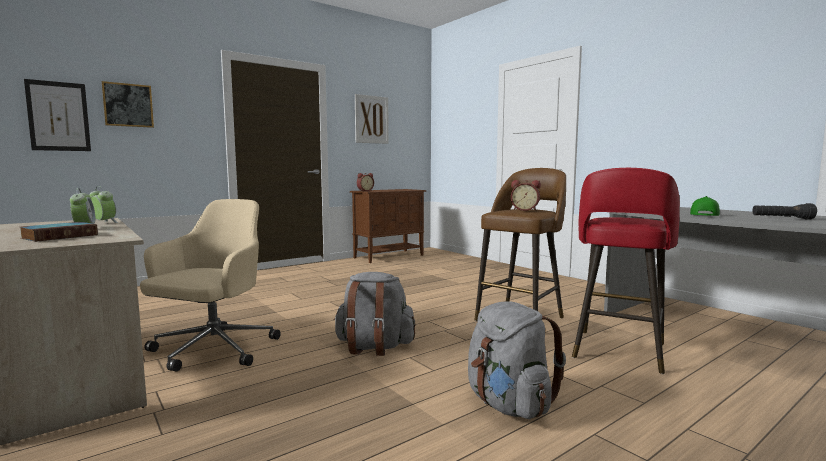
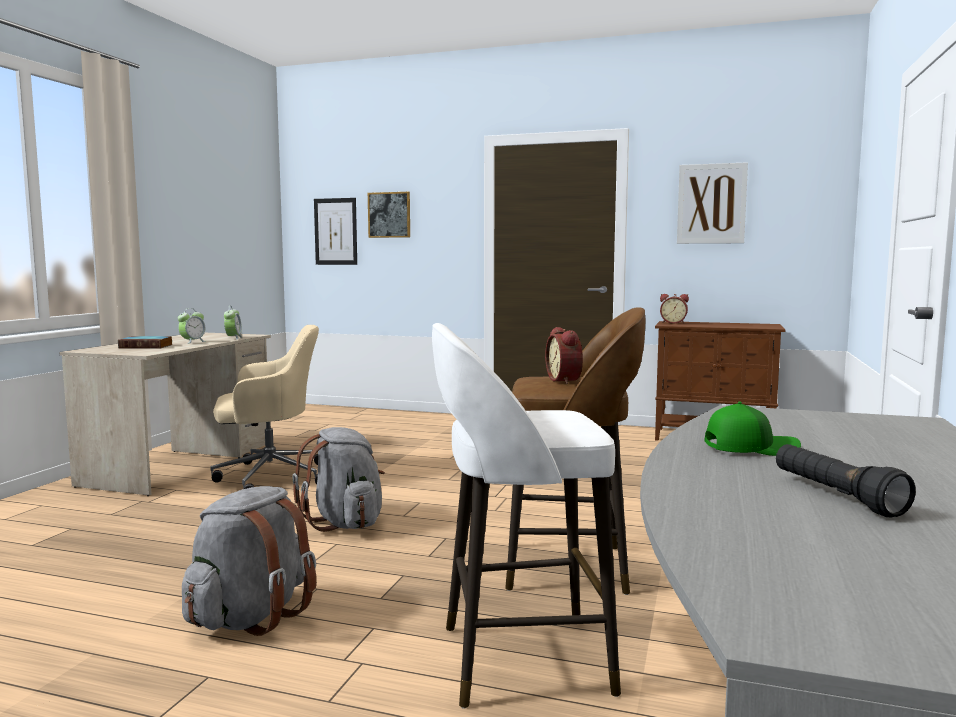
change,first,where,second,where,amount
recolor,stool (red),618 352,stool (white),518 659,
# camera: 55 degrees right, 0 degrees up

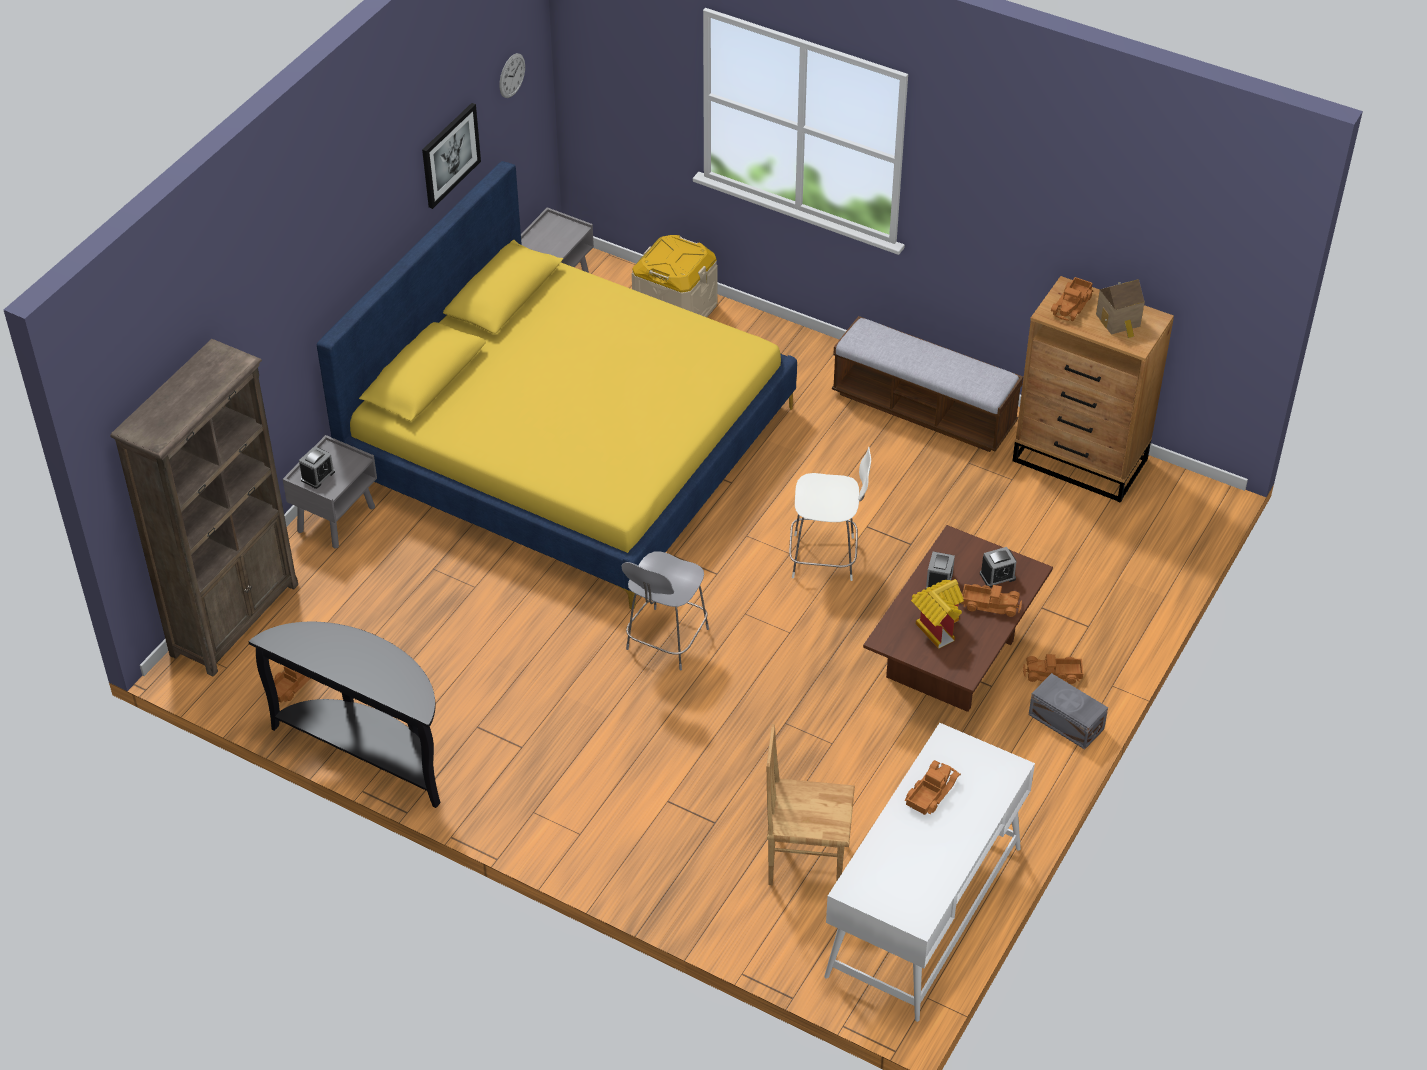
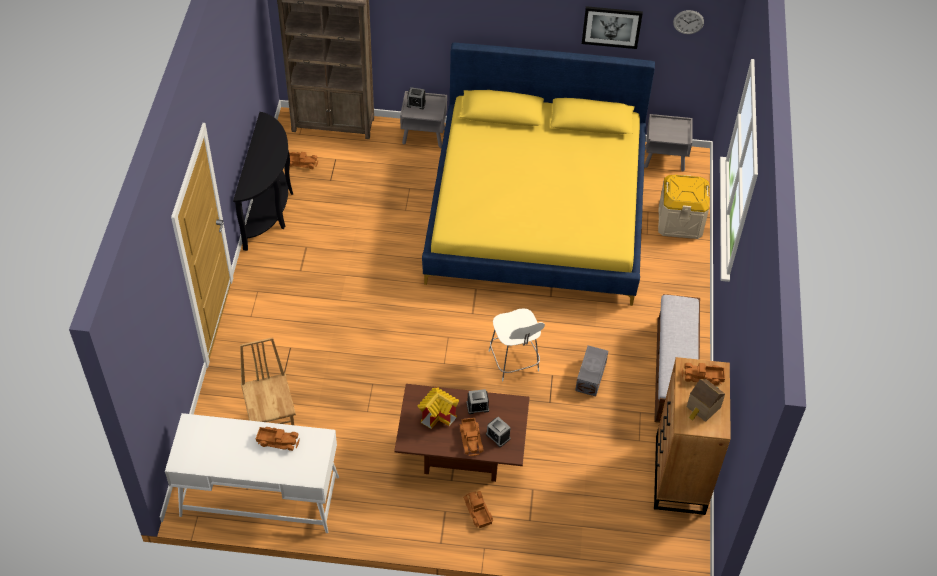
change,first,where,second,where,amount
delete,stool (grey),666 641,,,
move,storage box (grey),1066 723,,590 377,
# camera: 65 degrees right, 5 degrees up

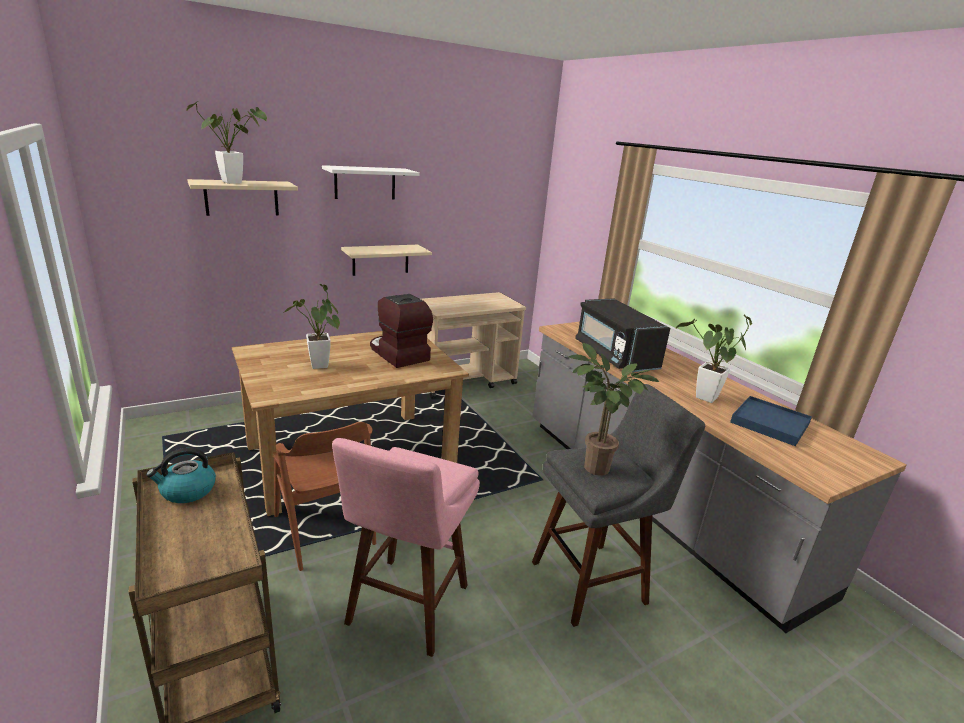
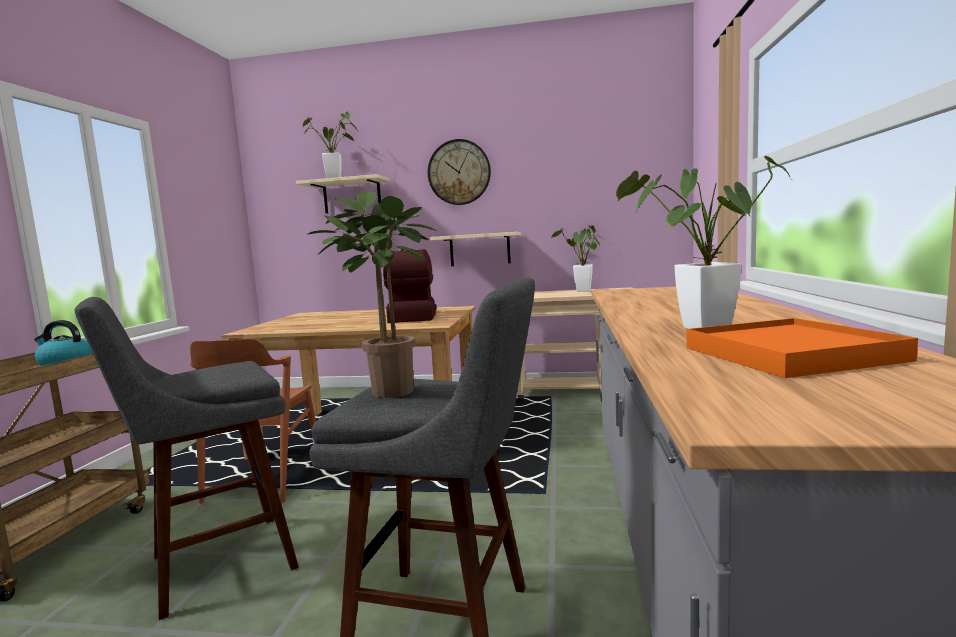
change,first,where,second,where,amount
delete,microwave (black),614 355,,,
move,potted plant,319 367,,582 291,
replace,shelf (white),365 183,wall clock,459 172,
recolor,stool (pink),405 609,stool (grey),214 565,
recolor,tray (blue),770 423,tray (orange),789 354,
# camera: 40 degrees right, 15 degrees down

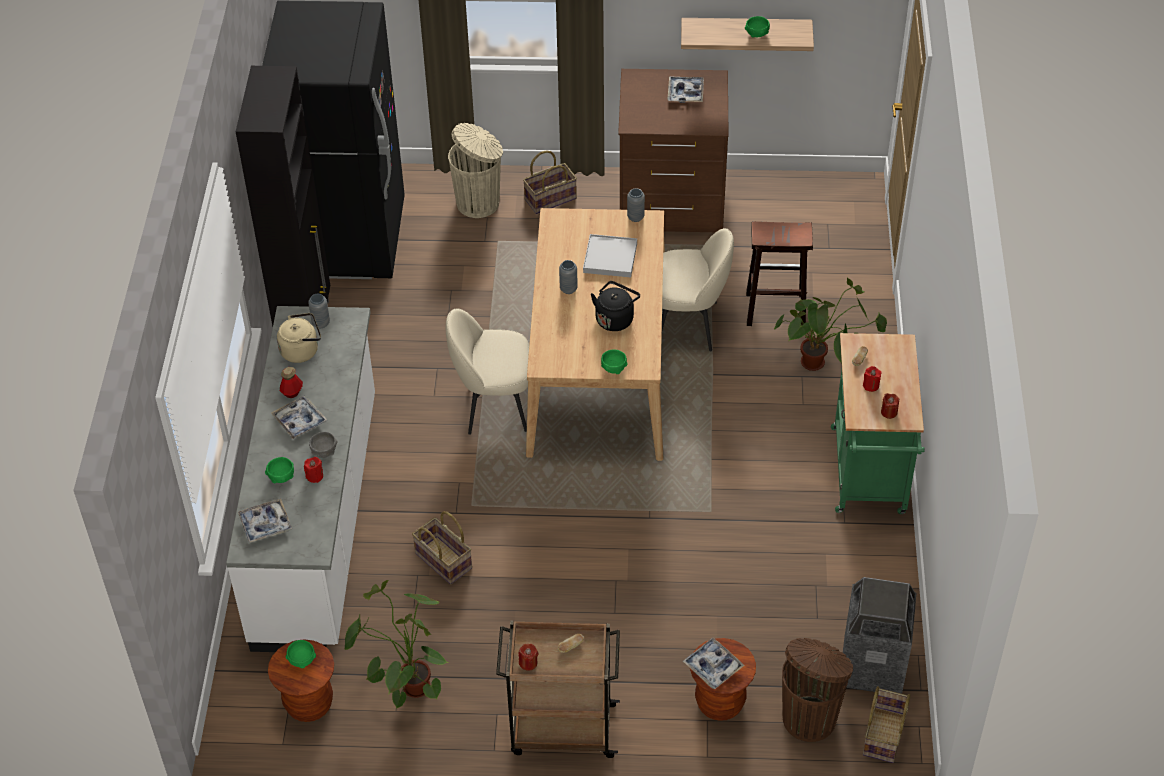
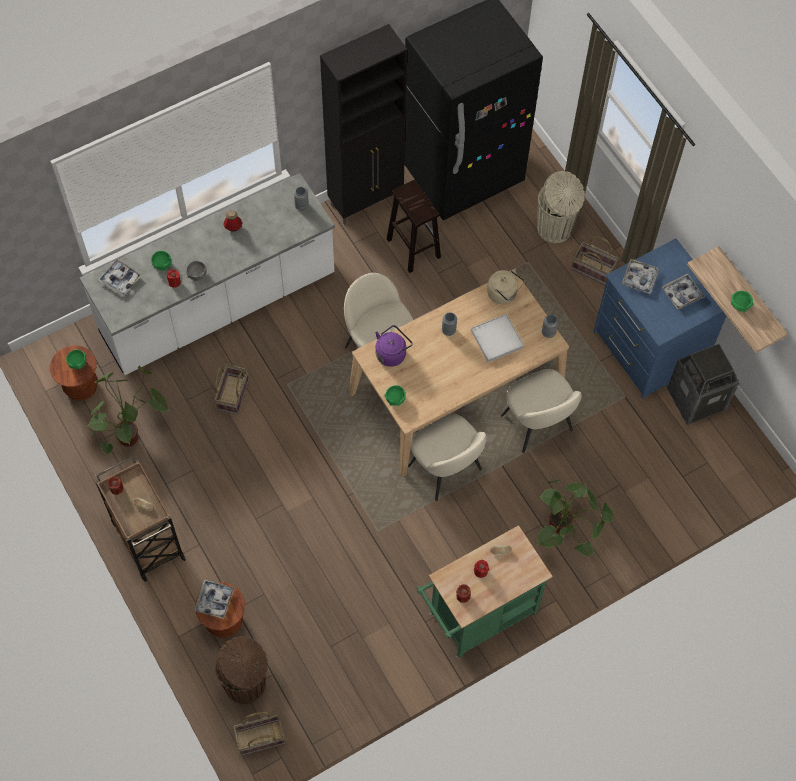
change,first,where,second,where,amount
delete,kettle (black),615 318,,,
insert,,,kettle (purple),392 353,
insert,,,chair (beige),446 469,
move,tray,299 421,,639 278,
move,kettle (beige),302 350,,503 294,
move,stool (brown),774 310,,412 247,
move,trash can,872 666,,696 399,
recolor,dresser (brown),671 203,dresser (blue),648 348,
# camera: 55 degrees right, 15 degrees up

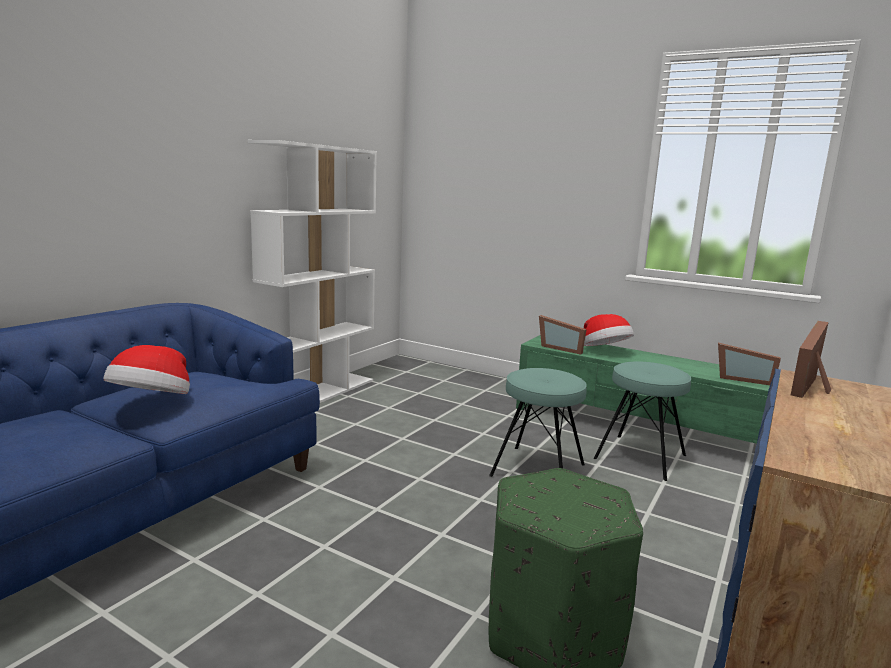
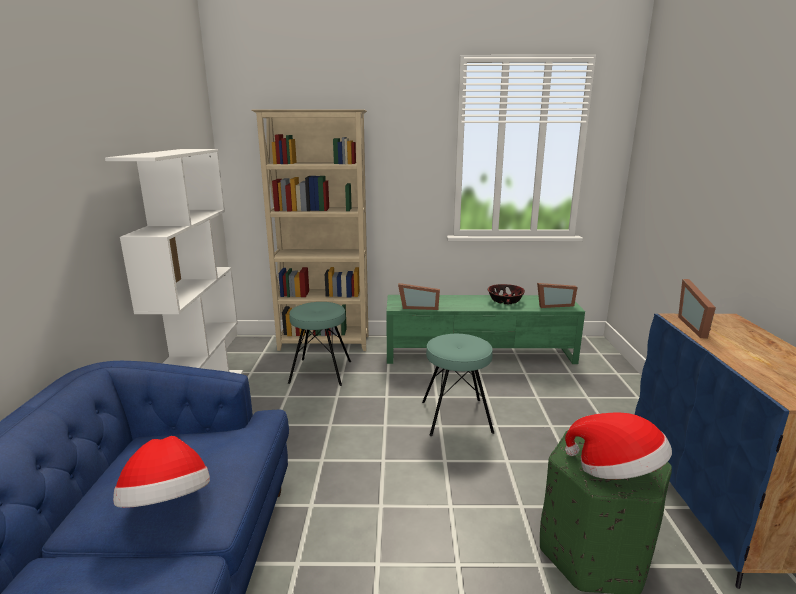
change,first,where,second,where,amount
insert,,,bookcase (beige),325 343,
insert,,,bowl,505 301,
move,hat,604 350,,615 471,
move,stool (turquoise),640 457,,320 372,
# camera: 30 degrees left, 5 degrees up

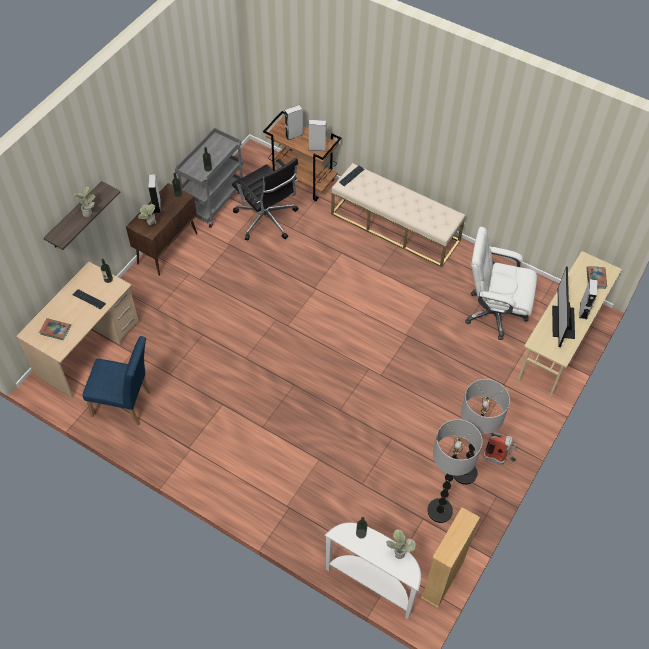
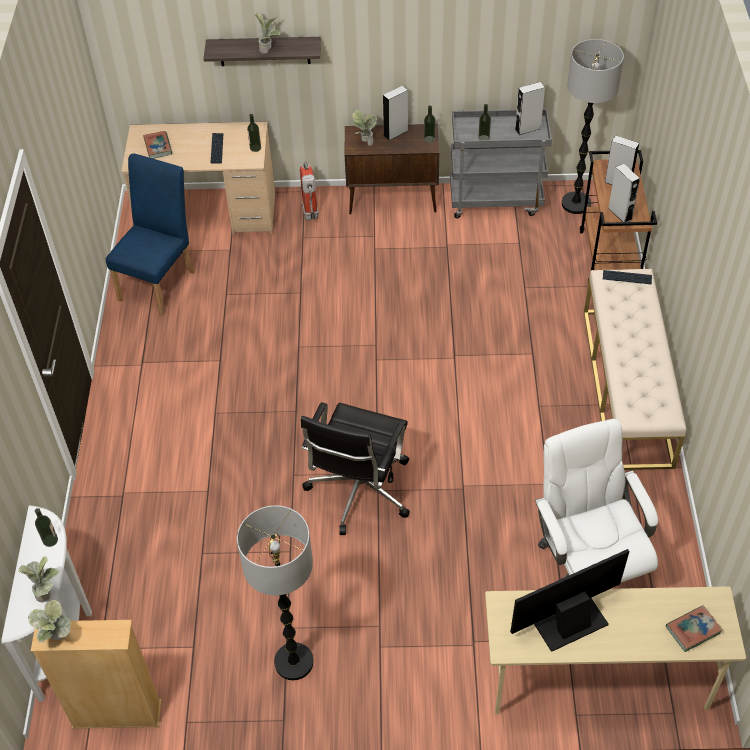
change,first,where,second,where,amount
insert,,,potted plant,57 639,
move,office chair (black),267 220,,358 492,
move,floor lamp,439 511,,575 204,
move,fire extinguisher,498 459,,311 216,
move,speaker (grey),583 310,,527 129,
rotate,chair (blue),126 405,,160 281,135 degrees counterclockwise
# camera: 60 degrees right, 5 degrees down

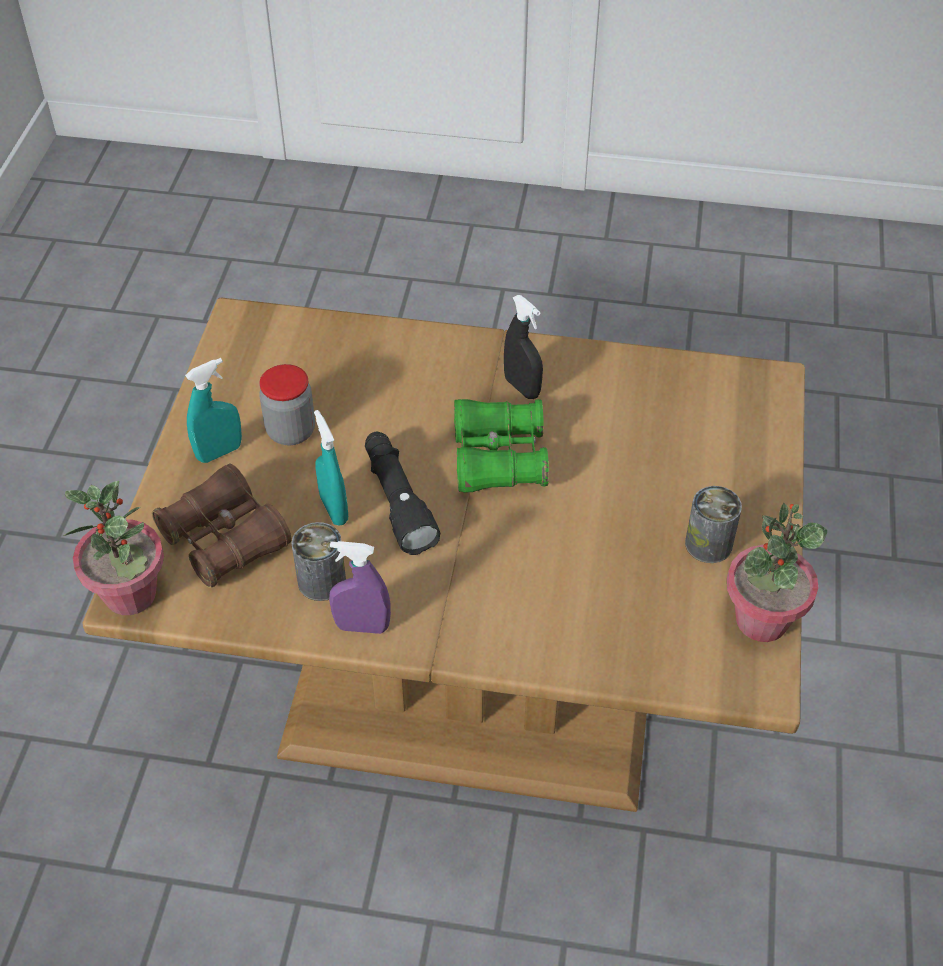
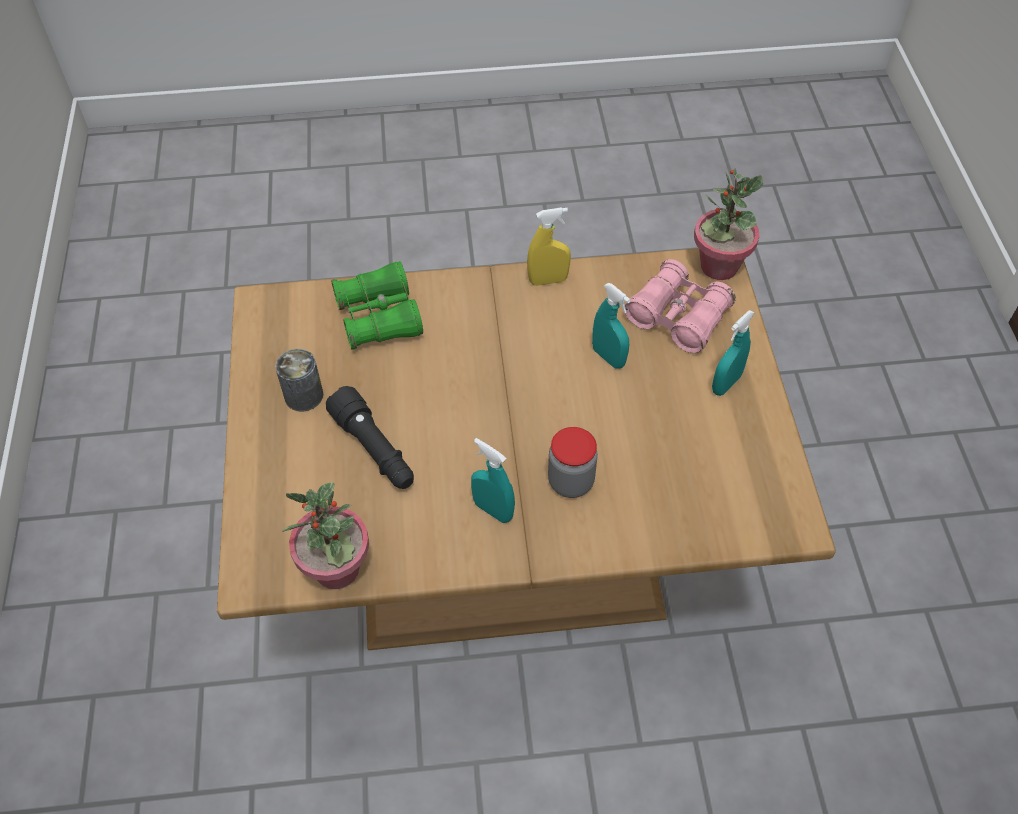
change,first,where,second,where,amount
delete,can,321 581,,,
move,jar,291 431,,571 482,
move,flashlight (black),397 501,,374 449,
move,binoculars (green),498 458,,379 317,
move,potted plant,761 620,,337 569,
recolor,binoculars (brown),224 539,binoculars (pink),678 317,
recolor,spray bottle (purple),362 626,spray bottle (yellow),548 280,
recolor,spray bottle (black),522 387,spray bottle (turquoise),493 510,
# camera: 165 degrees right, 5 degrees up

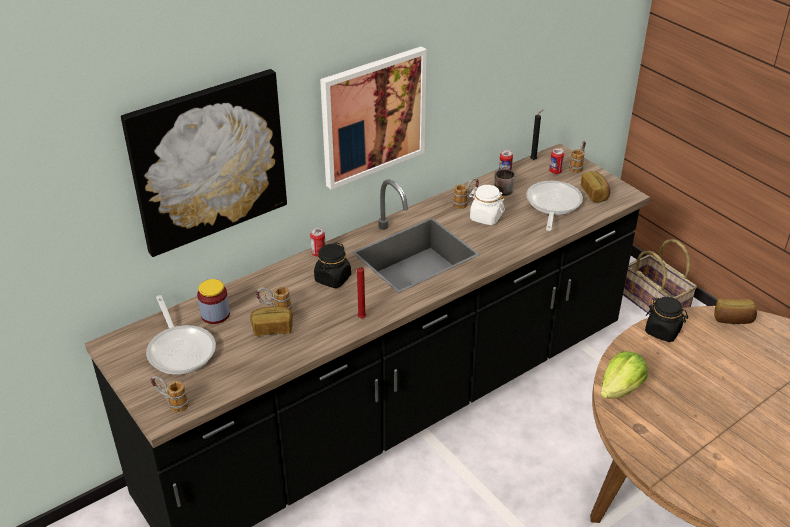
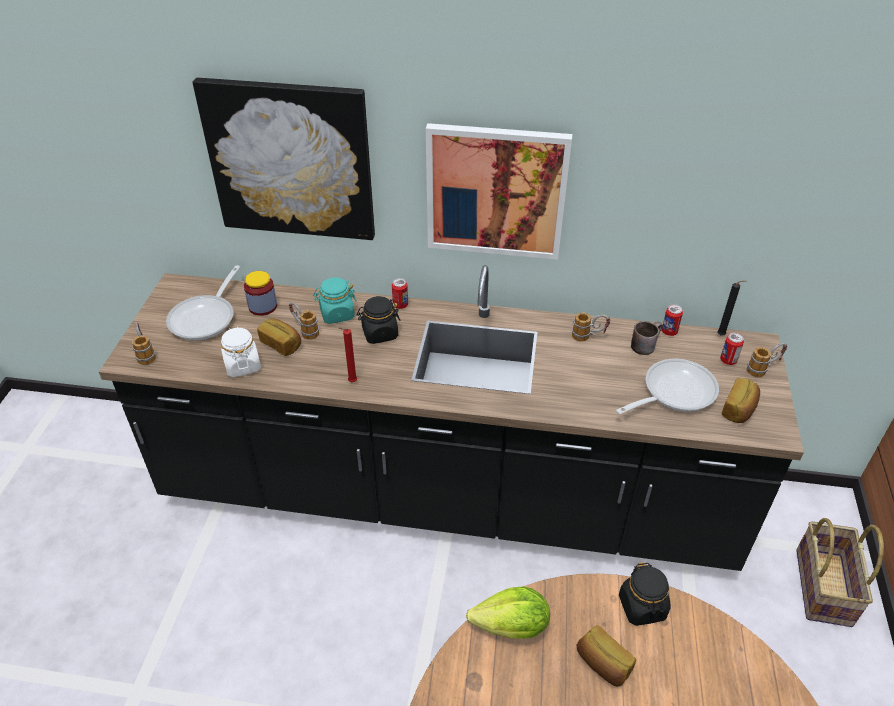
change,first,where,second,where,amount
insert,,,jar (turquoise),337 314,
move,jar (white),485 217,,242 365,
move,bread,732 320,,602 664,
# camera: 45 degrees right, 5 degrees up

